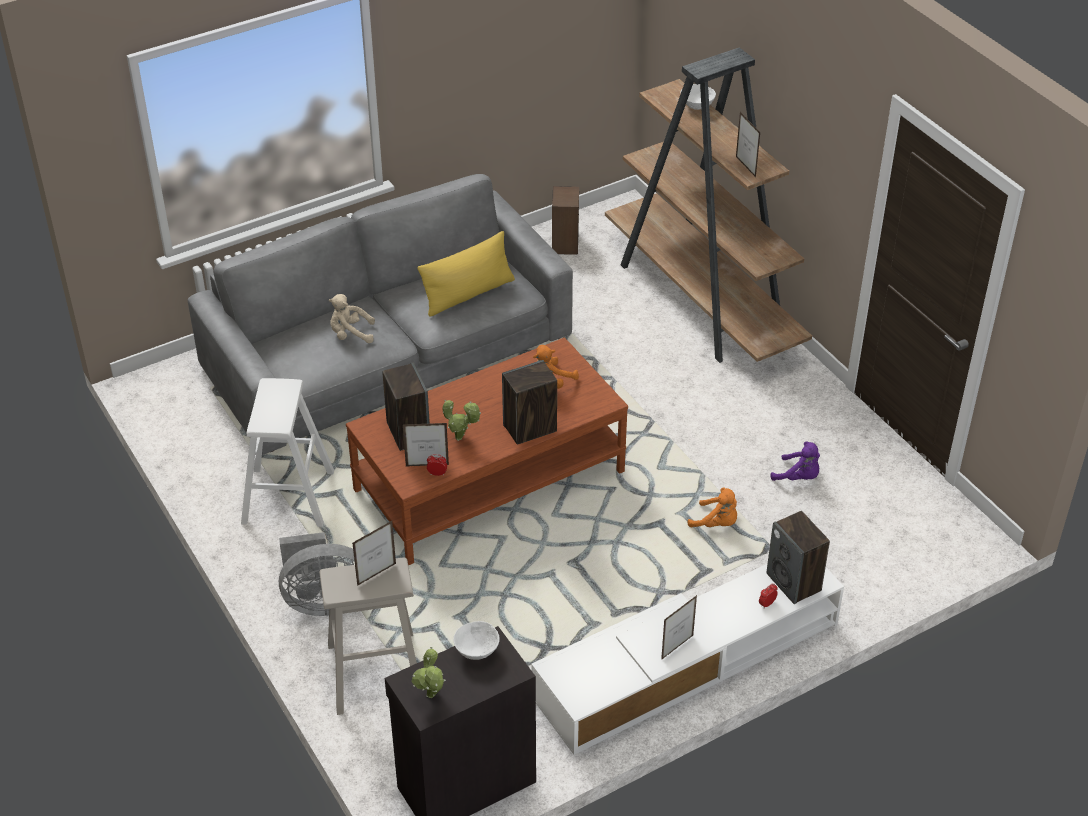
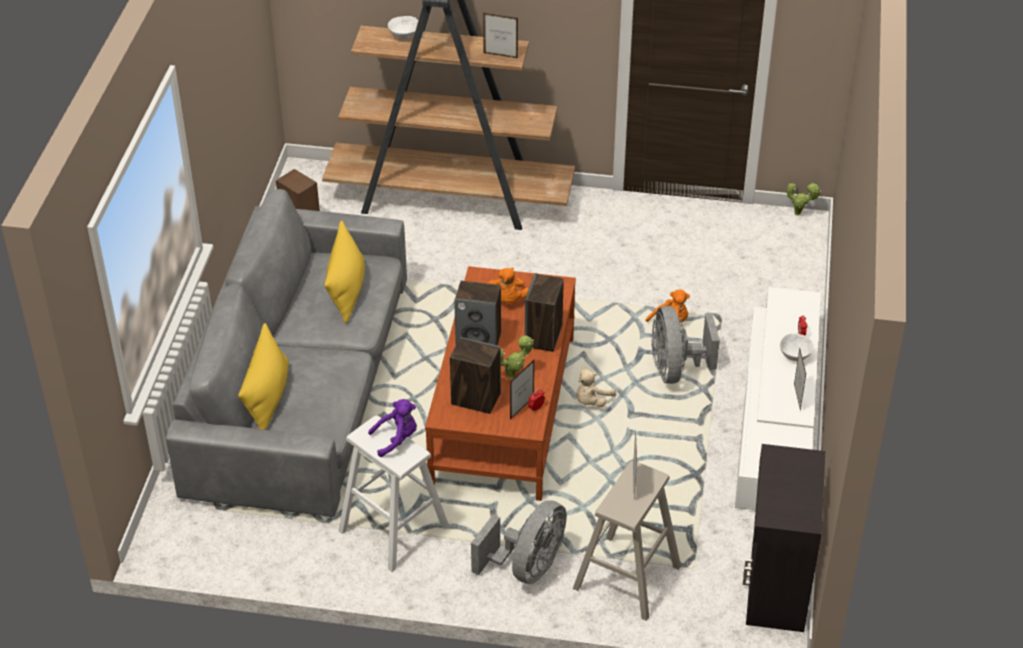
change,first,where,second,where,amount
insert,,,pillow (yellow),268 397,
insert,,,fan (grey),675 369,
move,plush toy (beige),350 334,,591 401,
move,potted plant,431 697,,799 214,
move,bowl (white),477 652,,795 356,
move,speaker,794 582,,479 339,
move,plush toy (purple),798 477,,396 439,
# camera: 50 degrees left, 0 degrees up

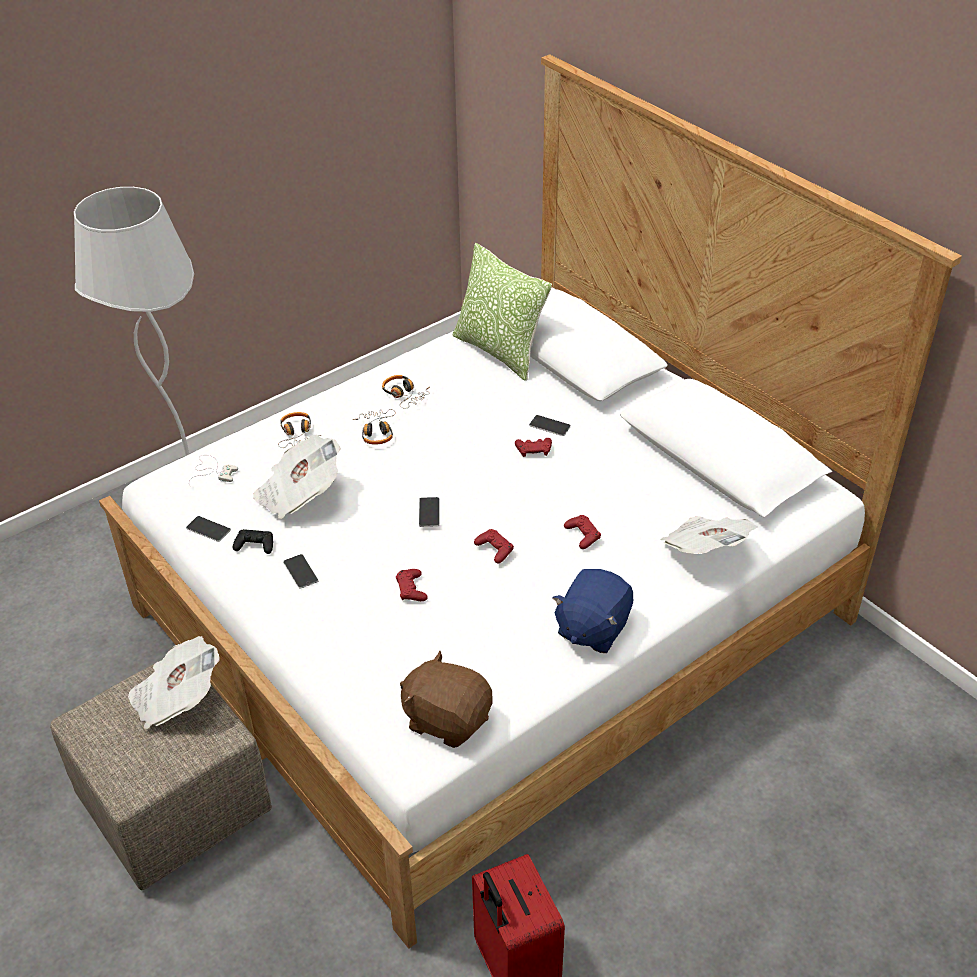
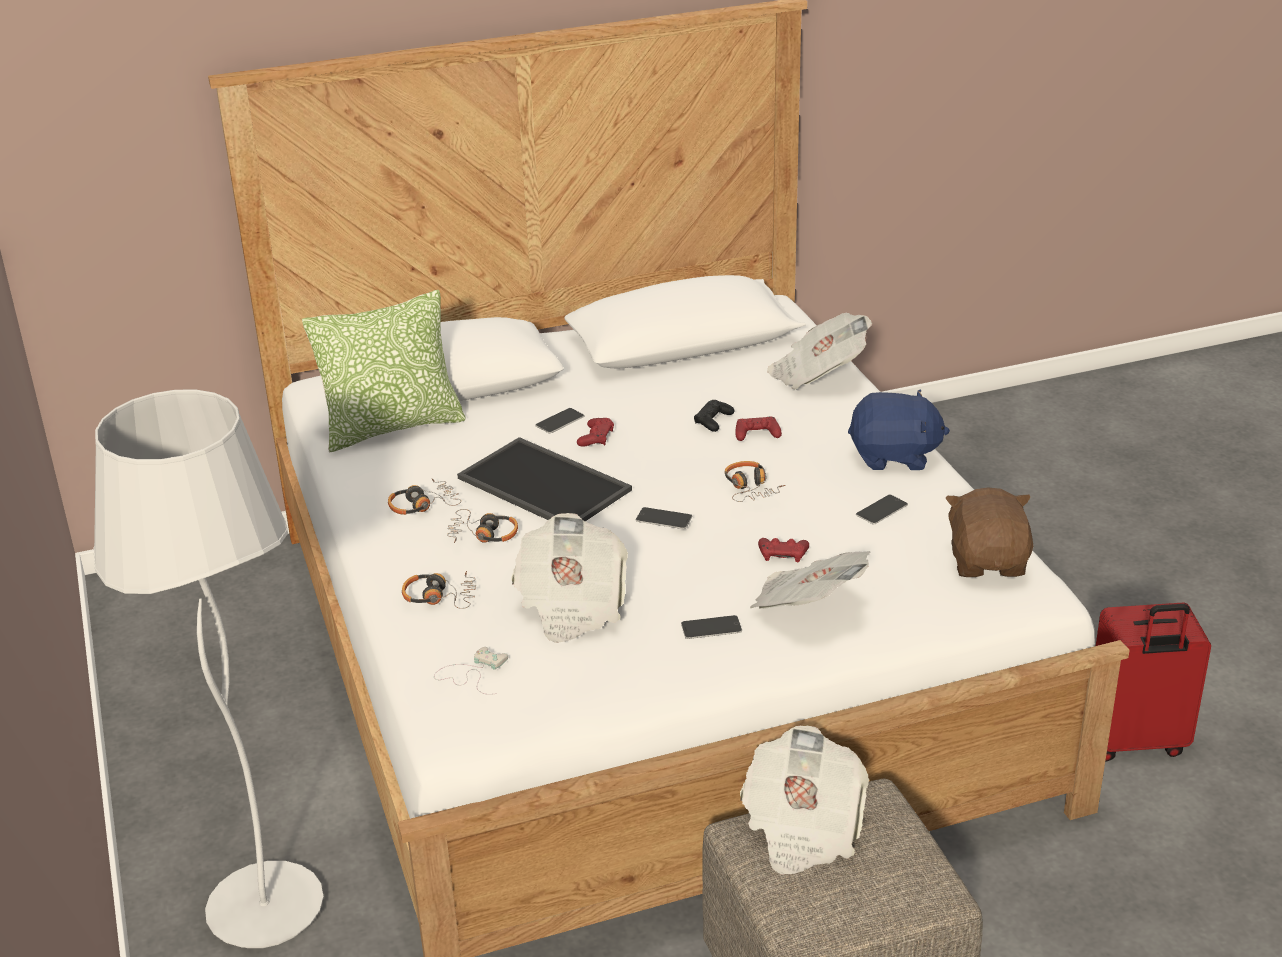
change,first,where,second,where,amount
insert,,,tray,547 483,
insert,,,newspaper,808 606,
move,phone,208 529,,881 510,
move,game controller (black),255 545,,713 420,
replace,game controller (red),494 549,headphones,750 488,
rotate,plush toy (brown),447 719,,988 562,135 degrees clockwise
rotate,plush toy (blue),592 628,,894 456,45 degrees counterclockwise
# camera: 70 degrees left, 10 degrees down

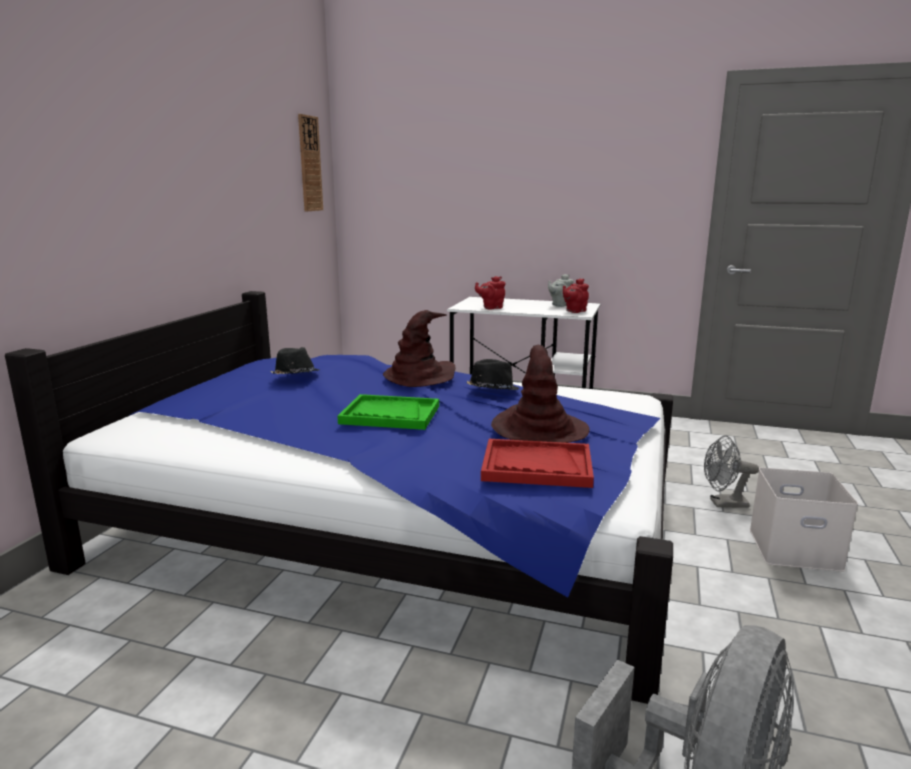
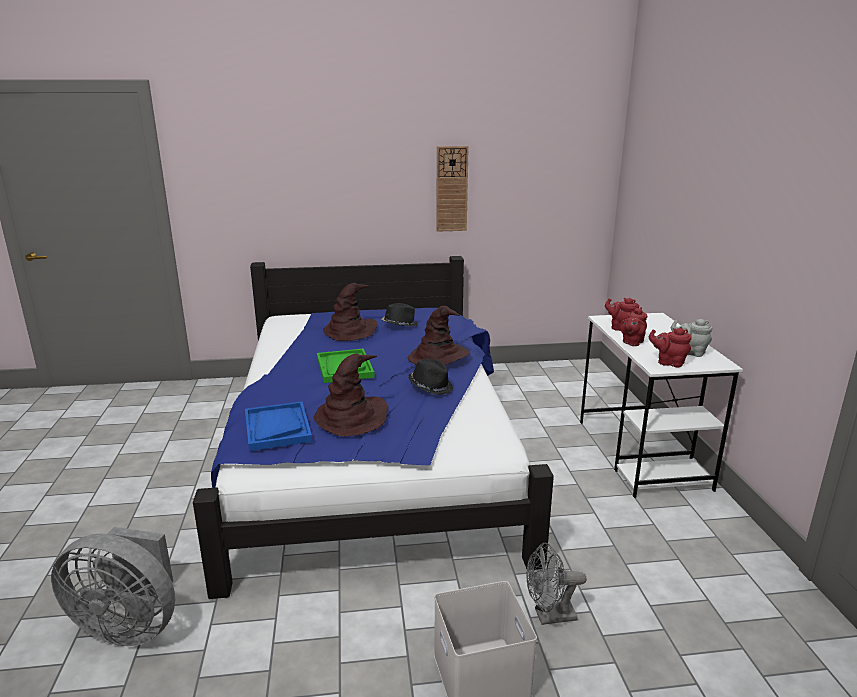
change,first,where,second,where,amount
insert,,,hat (brown),350 331,
insert,,,teapot (red),632 342,
move,wall clock,310 164,,451 189,
recolor,tray (red),536 466,tray (blue),277 428,
rotate,fan (grey),723 504,,549 616,75 degrees counterclockwise
# camera: 65 degrees right, 5 degrees up

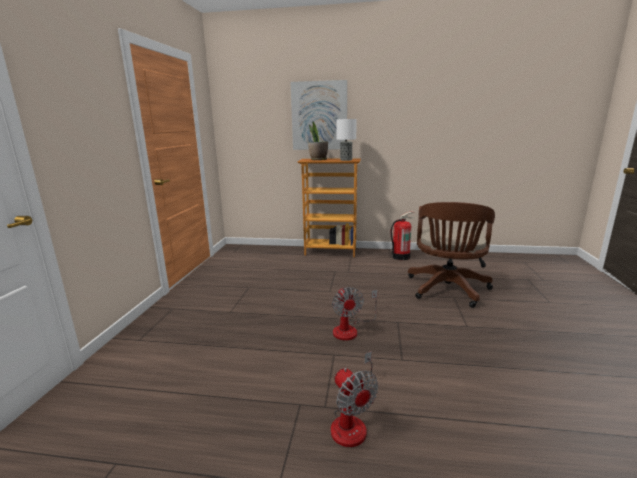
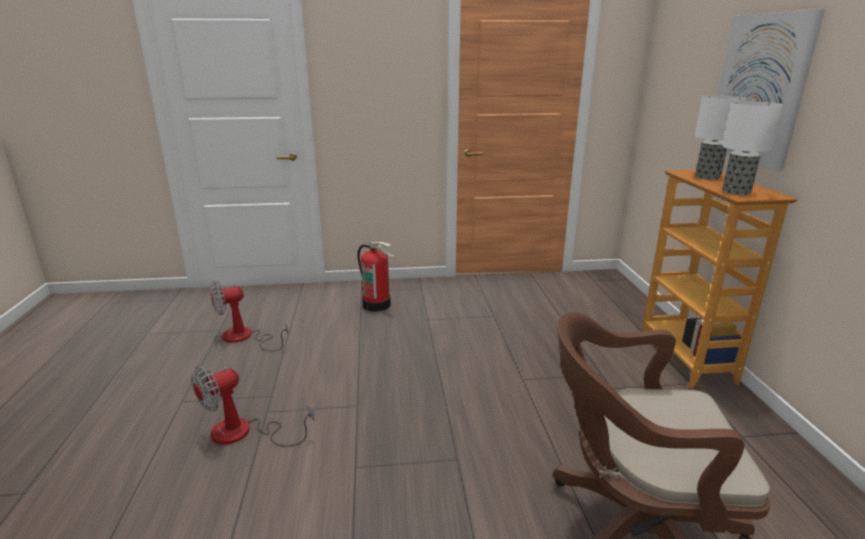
change,first,where,second,where,amount
move,fan,350 329,,245 338,
move,fire extinguisher,400 256,,377 304,
replace,potted plant,318 159,table lamp,707 177,
# camera: 75 degrees right, 5 degrees up

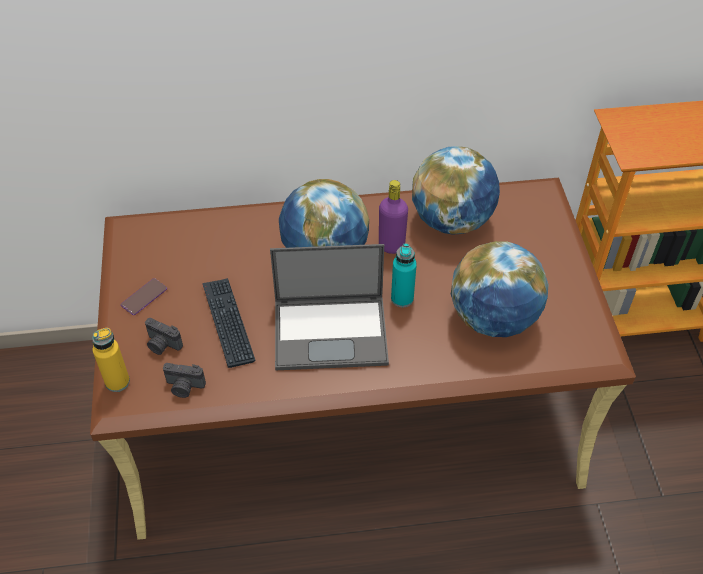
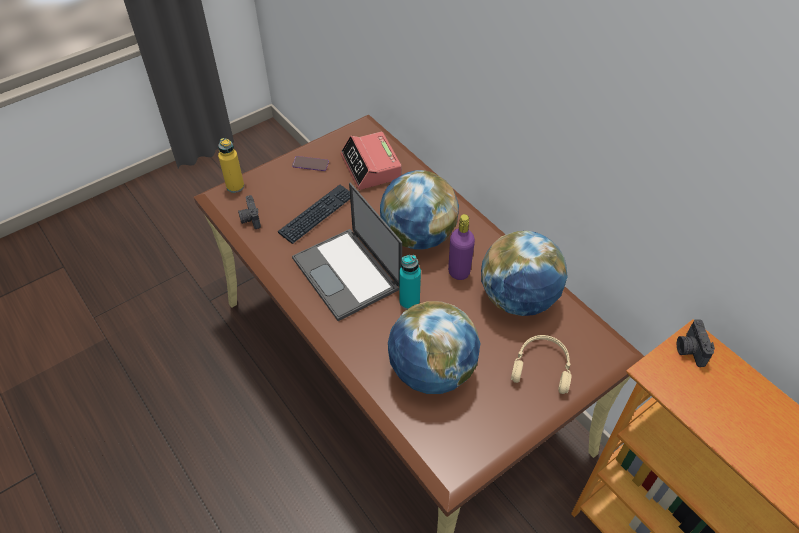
change,first,where,second,where,amount
insert,,,alarm clock,371 167,
insert,,,headphones (beige),541 367,
move,photo camera,162 345,,689 350,
# camera: 60 degrees right, 0 degrees up

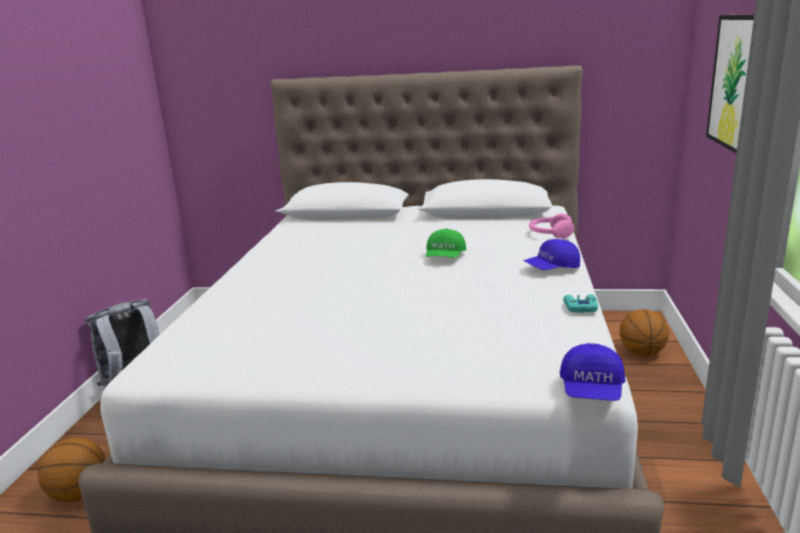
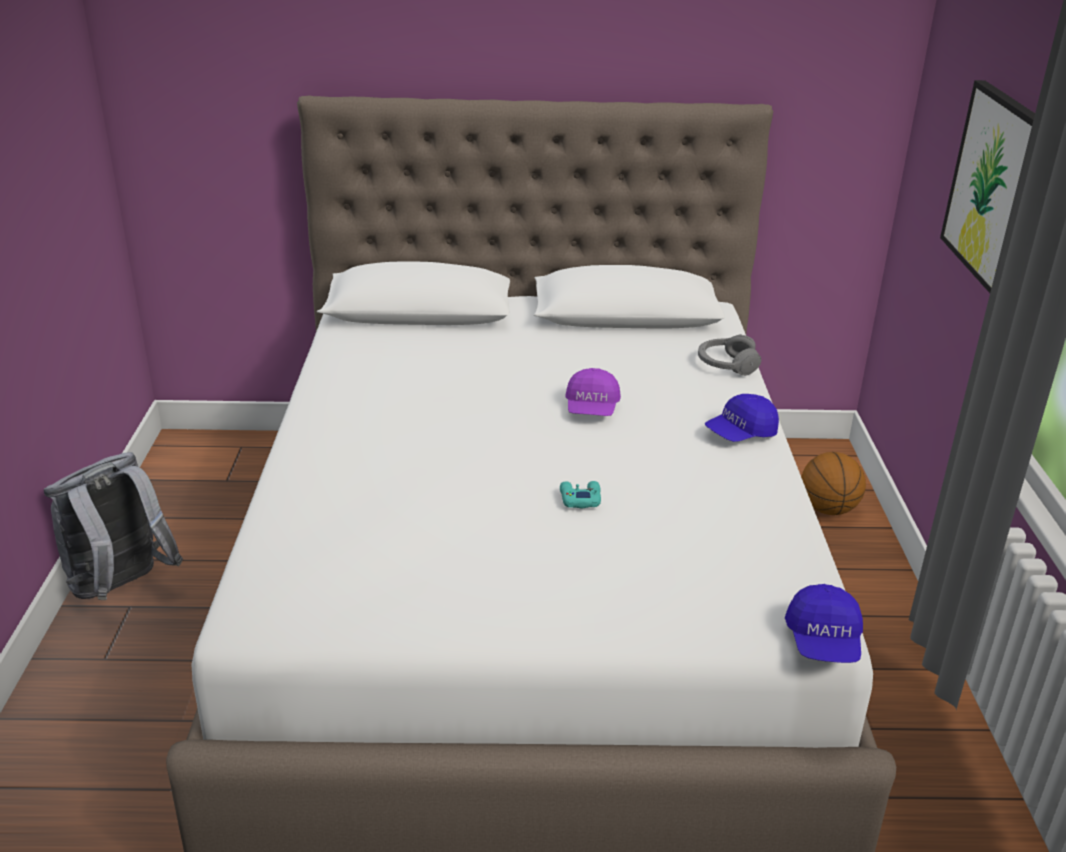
change,first,where,second,where,amount
delete,basketball,79 494,,,
move,game controller (turquoise),580 308,,579 499,
recolor,cap (green),445 257,cap (purple),591 409,
recolor,headphones (pink),550 234,headphones (grey),726 365,
# camera: 10 degrees left, 10 degrees up

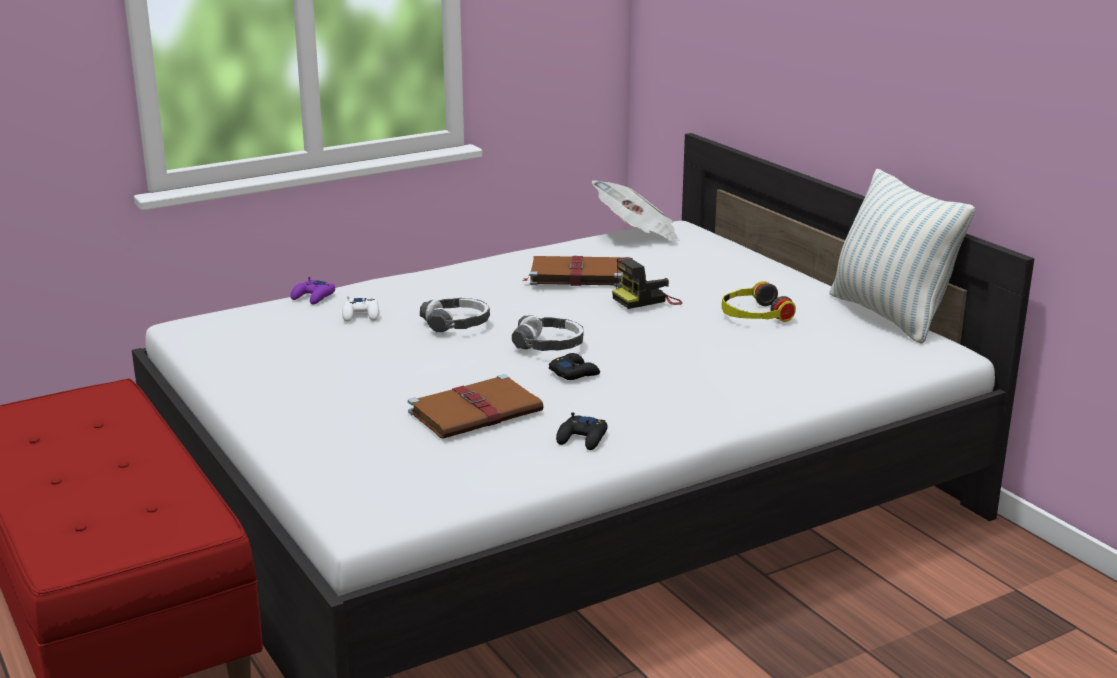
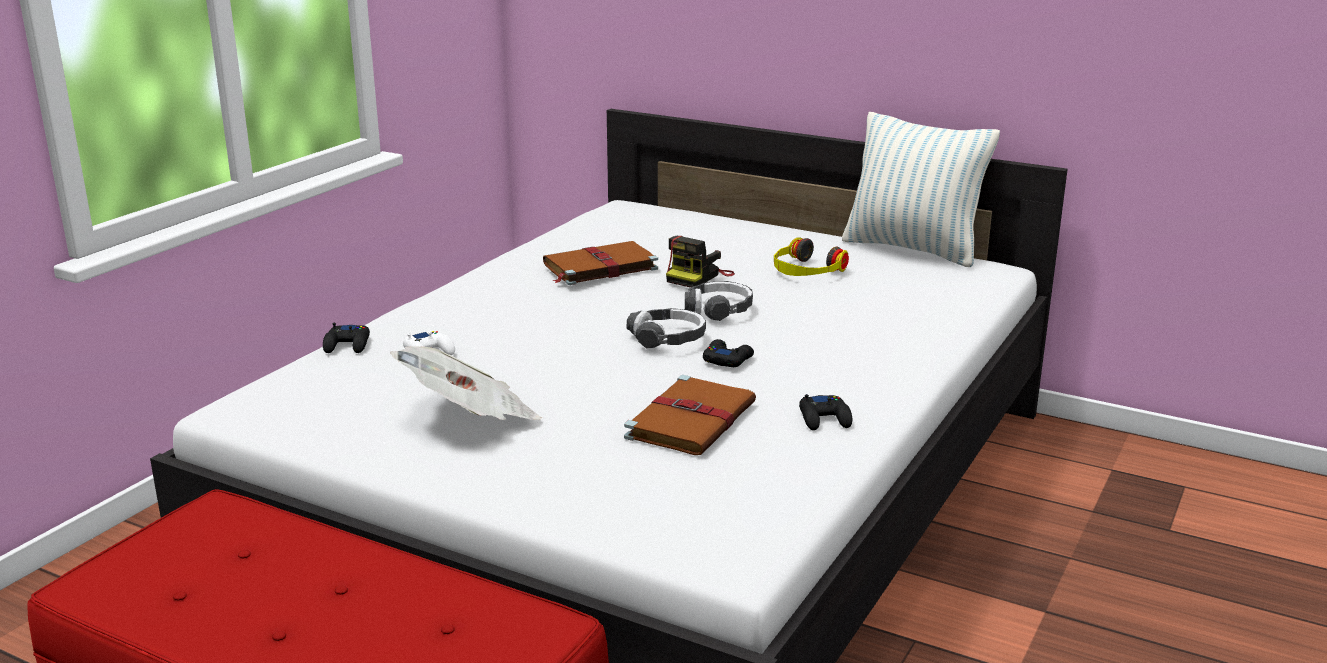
change,first,where,second,where,amount
move,headphones,456 324,,719 309,
move,newspaper,637 234,,470 418,
recolor,game controller (purple),313 297,game controller (black),348 345,
# camera: 30 degrees left, 0 degrees up

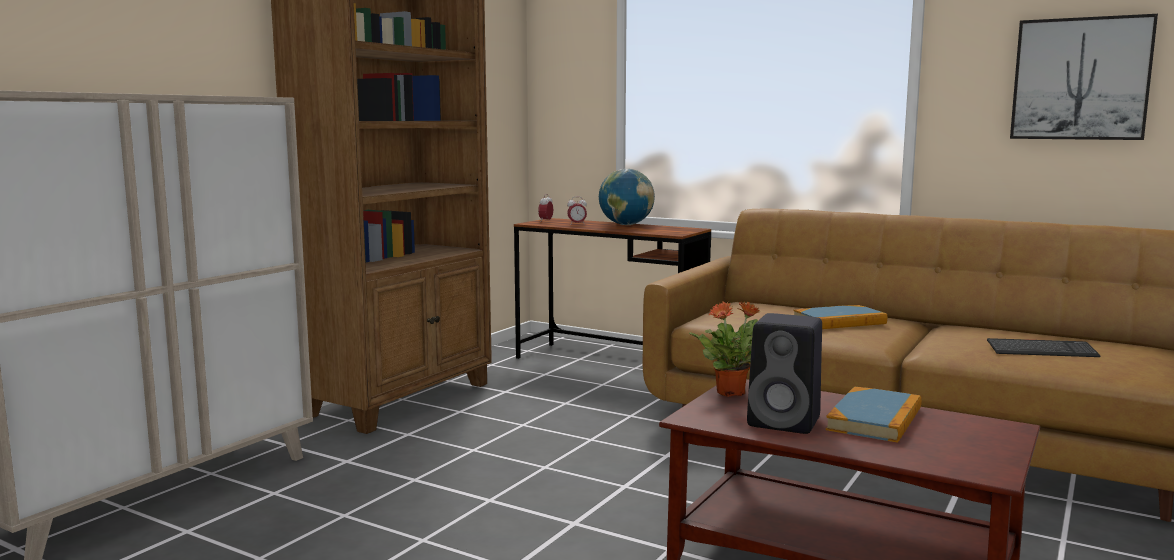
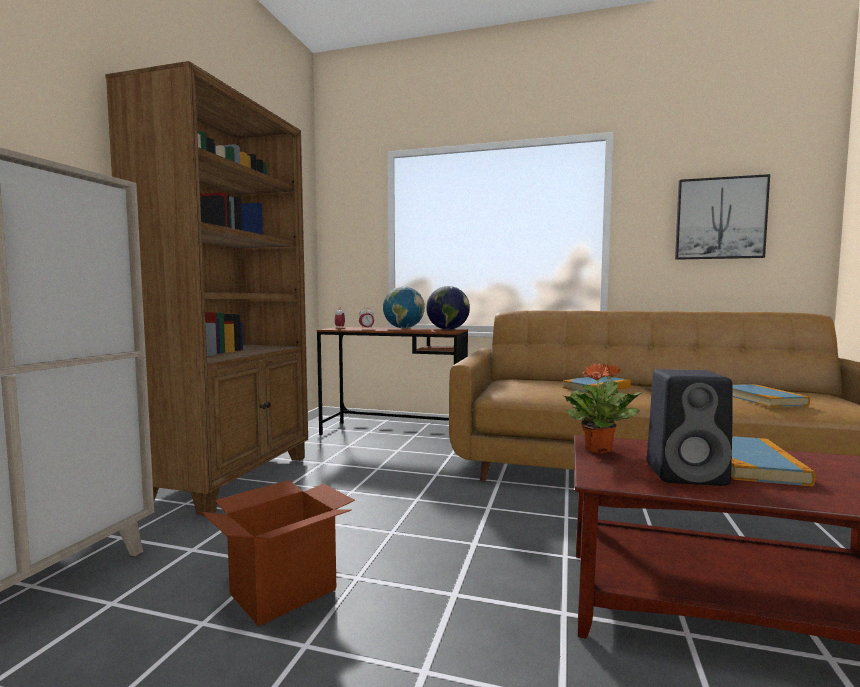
change,first,where,second,where,amount
insert,,,cardboard box,284 591,
insert,,,globe,447 329,
replace,keyboard,1041 351,book,762 399,
# camera: 15 degrees left, 5 degrees down

